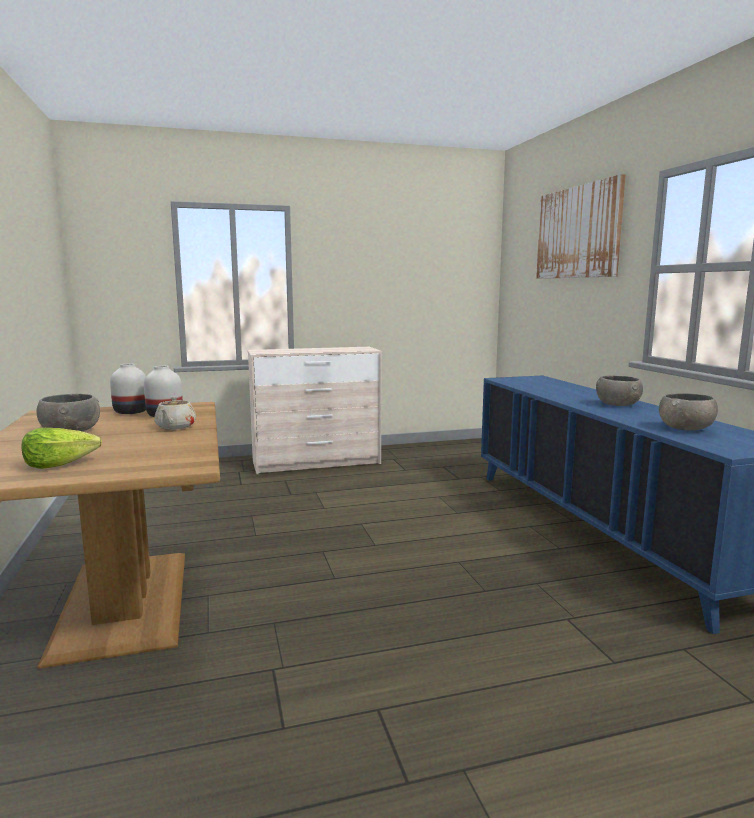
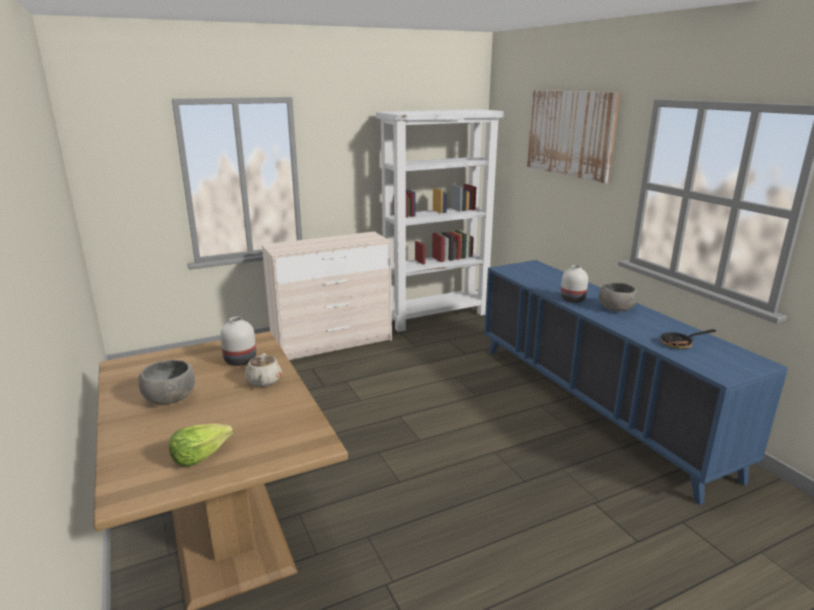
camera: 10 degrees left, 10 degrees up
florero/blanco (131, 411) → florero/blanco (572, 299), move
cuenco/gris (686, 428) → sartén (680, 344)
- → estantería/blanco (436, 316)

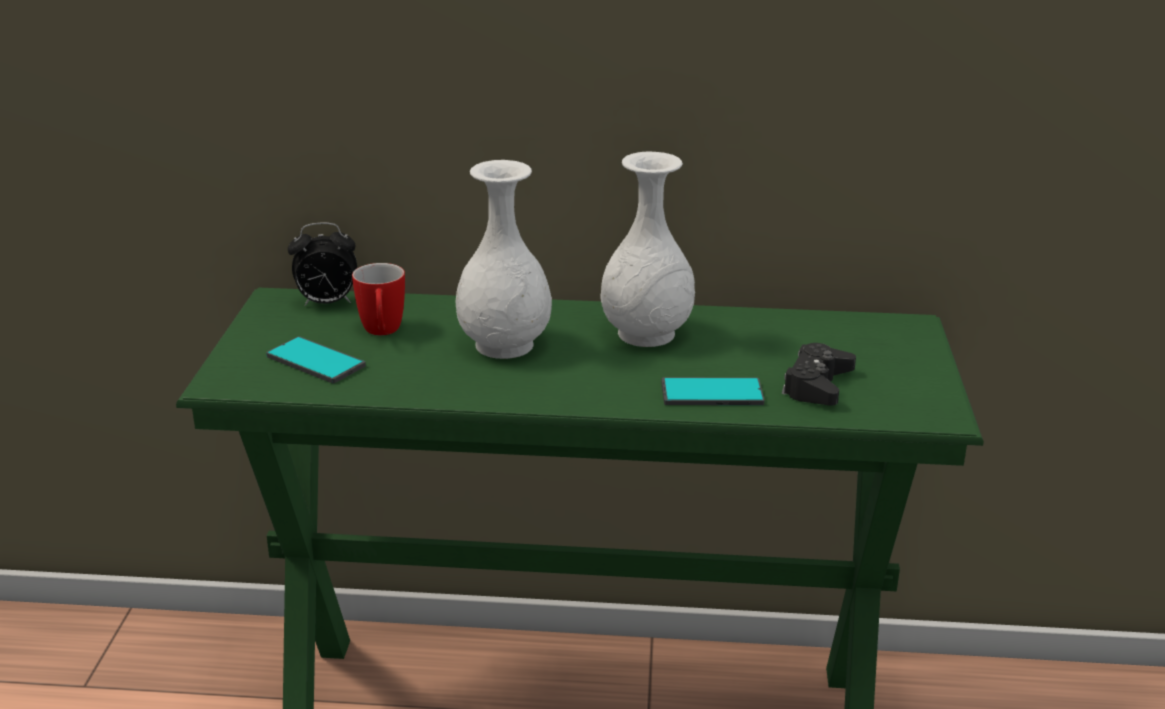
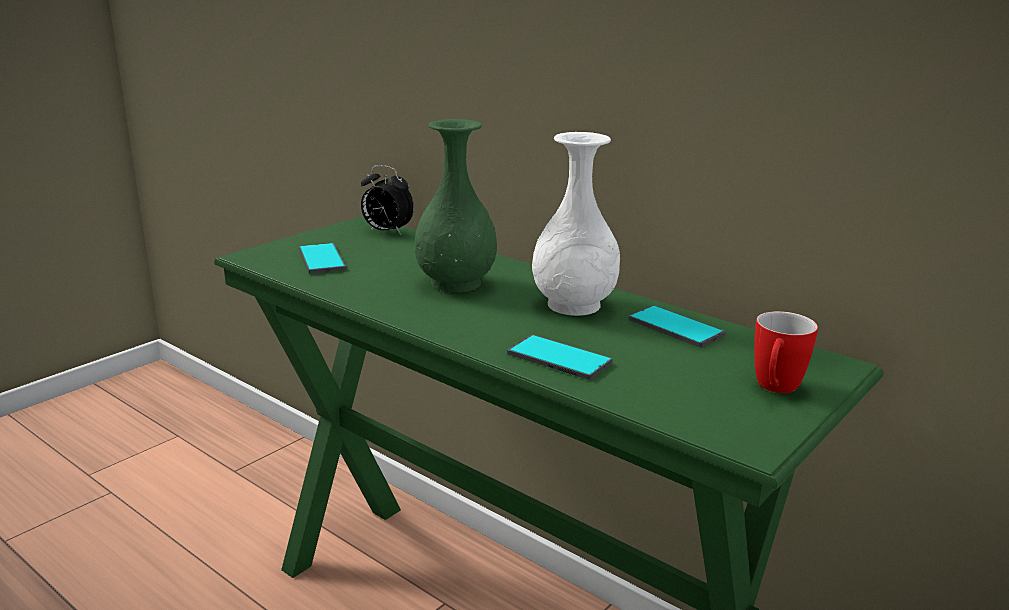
camera: 35 degrees right, 5 degrees down
taza grande (382, 333) → taza grande (774, 389), move
florero/blanco (505, 345) → florero/verde (457, 283)
mando de consola/negro (817, 385) → -
- → móvil (676, 327)

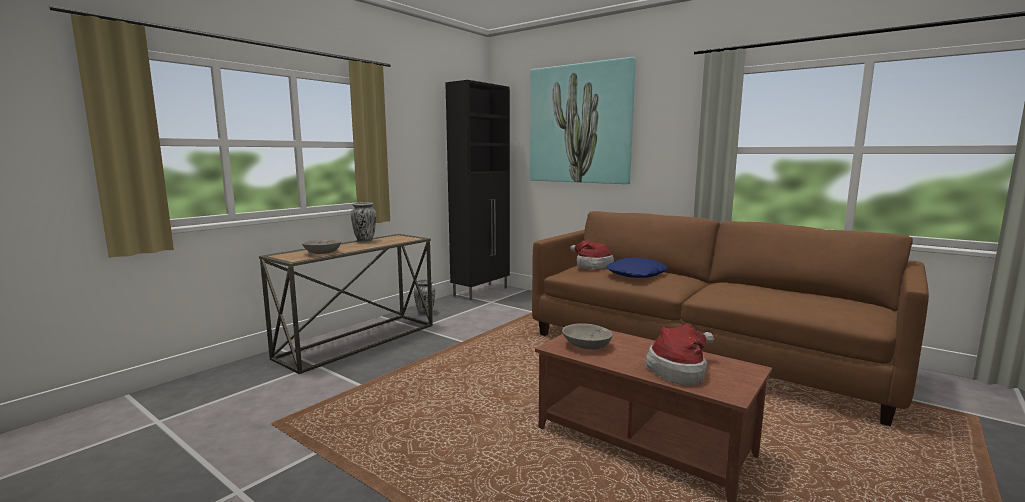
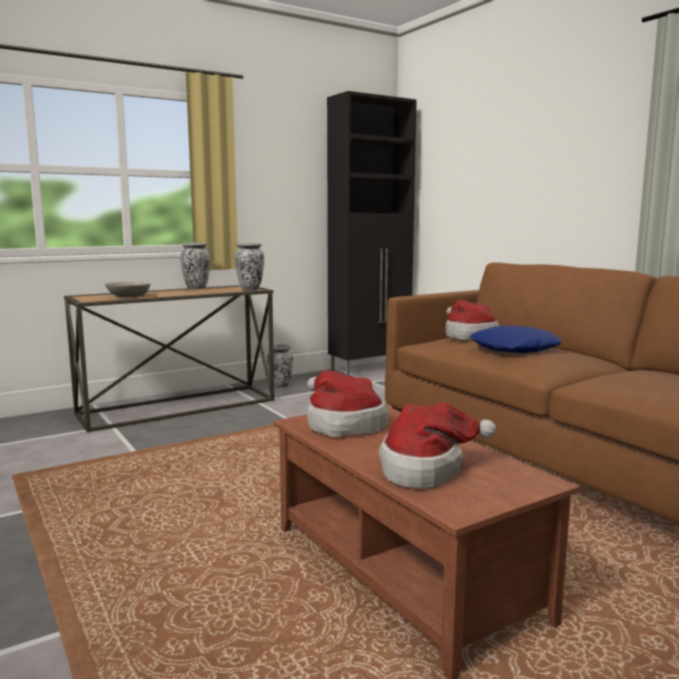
camera: 20 degrees right, 0 degrees up
cuadro (580, 124) → -
cuenco/gris (586, 345) → sombrero (342, 425)
- → florero (250, 289)

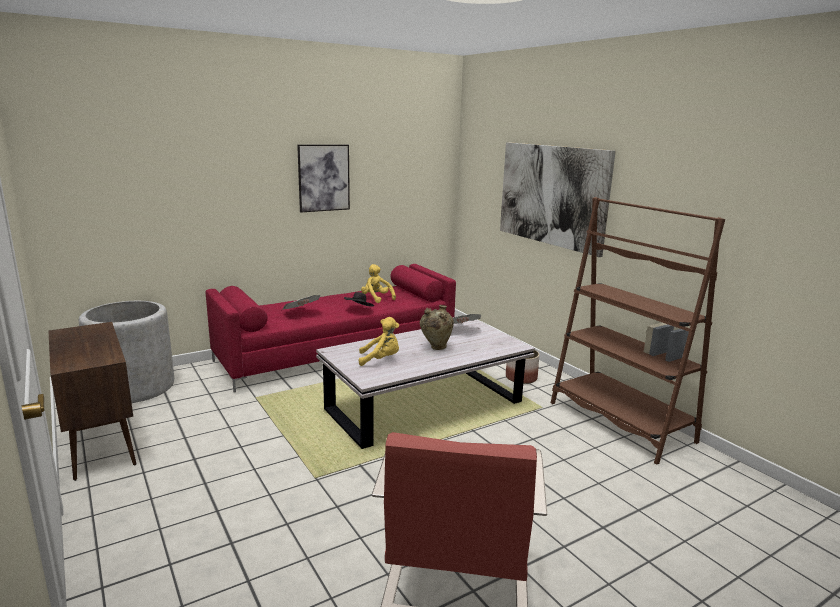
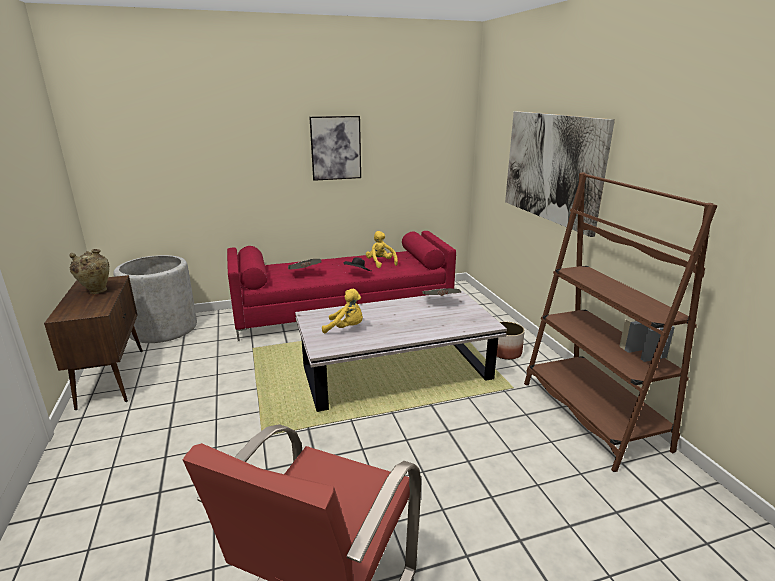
camera: 15 degrees right, 5 degrees up
florero/beis (435, 347) → florero/beis (96, 291), move

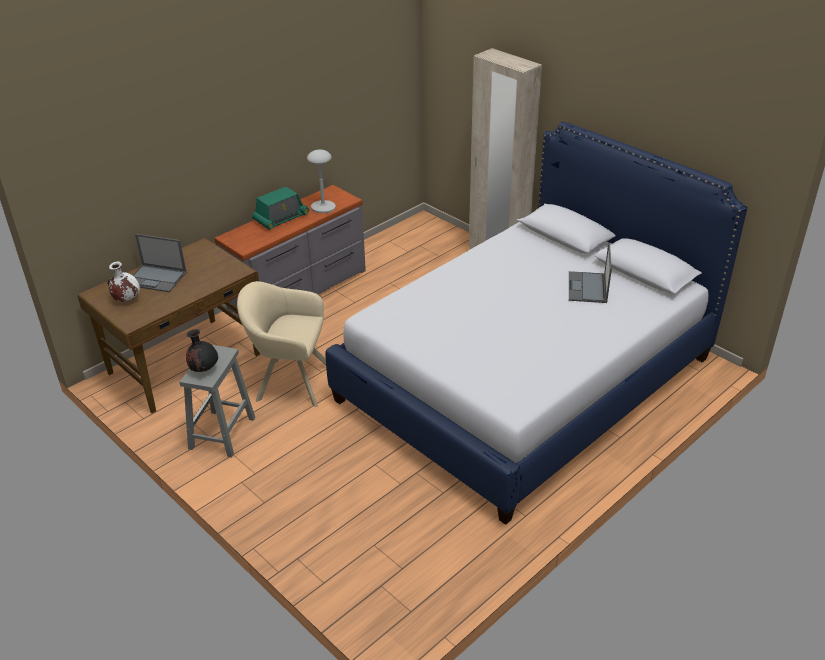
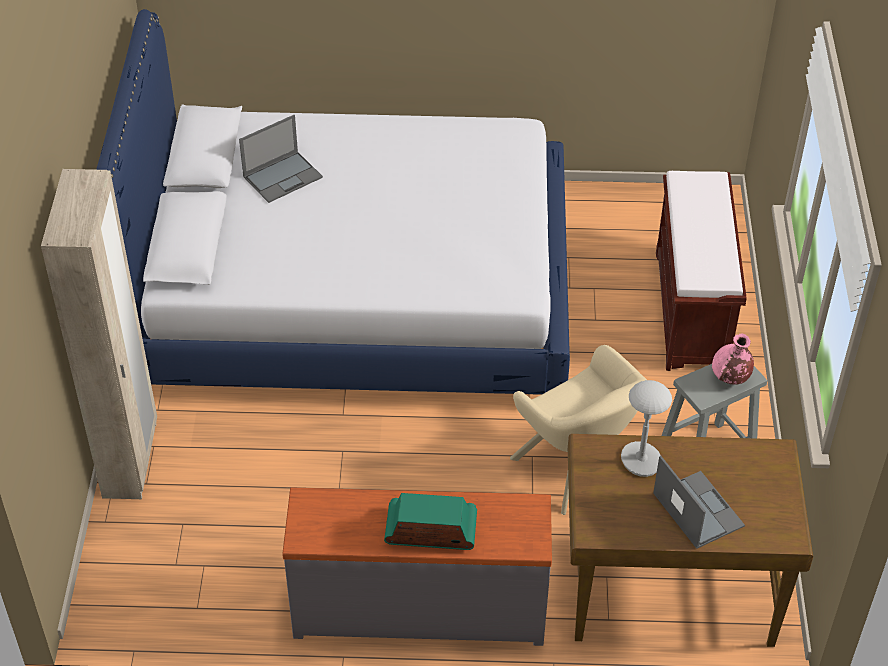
camera: 135 degrees left, 10 degrees up
florero/blanco (126, 299) → -
florero/negro (204, 369) → florero/rosa (730, 378)
lámpara de mesa/gris (323, 207) → lámpara de mesa/gris (640, 460), move
- → banco/marrón (691, 311)

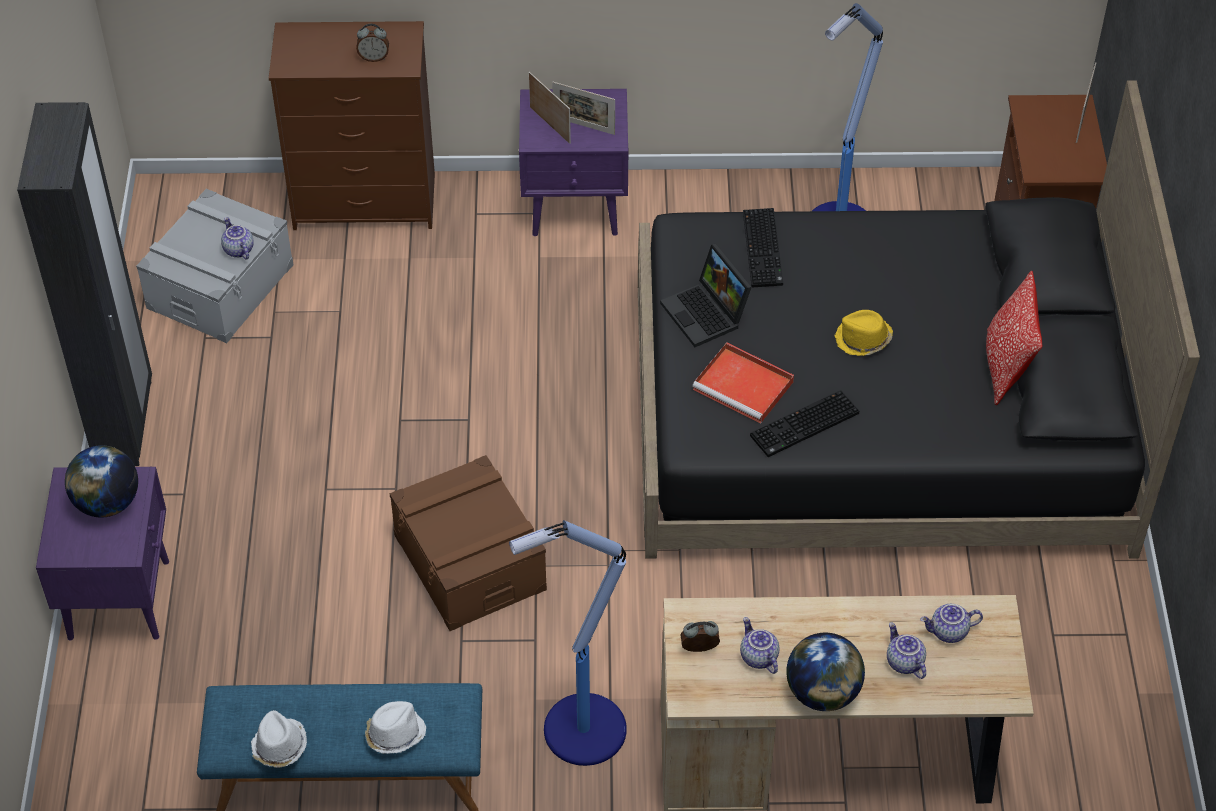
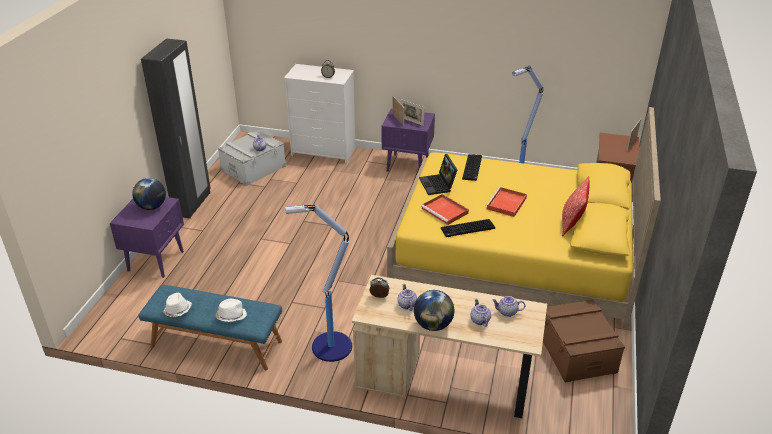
camera: 15 degrees right, 15 degrees down
cómoda/marrón (366, 201) → cómoda/blanco (324, 151)
caja de almacenaje/marrón (470, 562) → caja de almacenaje/marrón (576, 352), move
cama/negro (877, 420) → cama/amarillo (513, 255)
sombrero/amarillo (863, 340) → bandeja/rojo (506, 204)

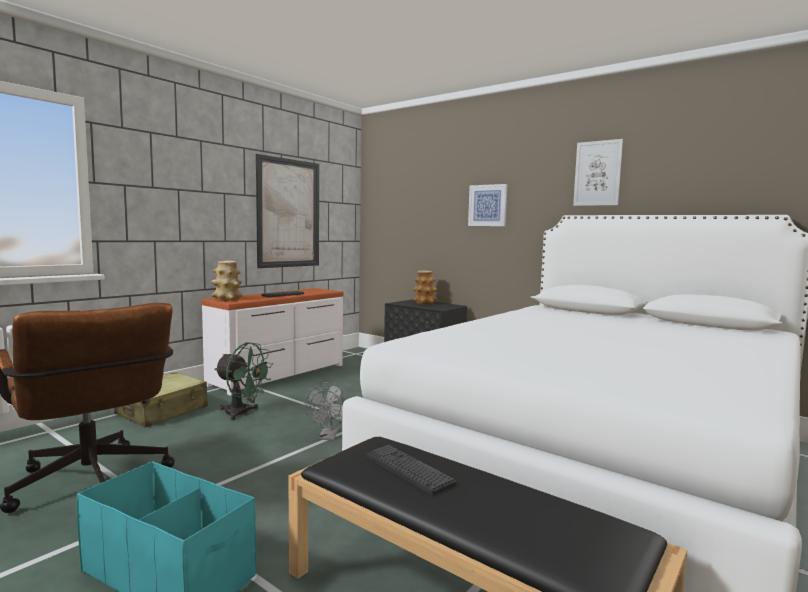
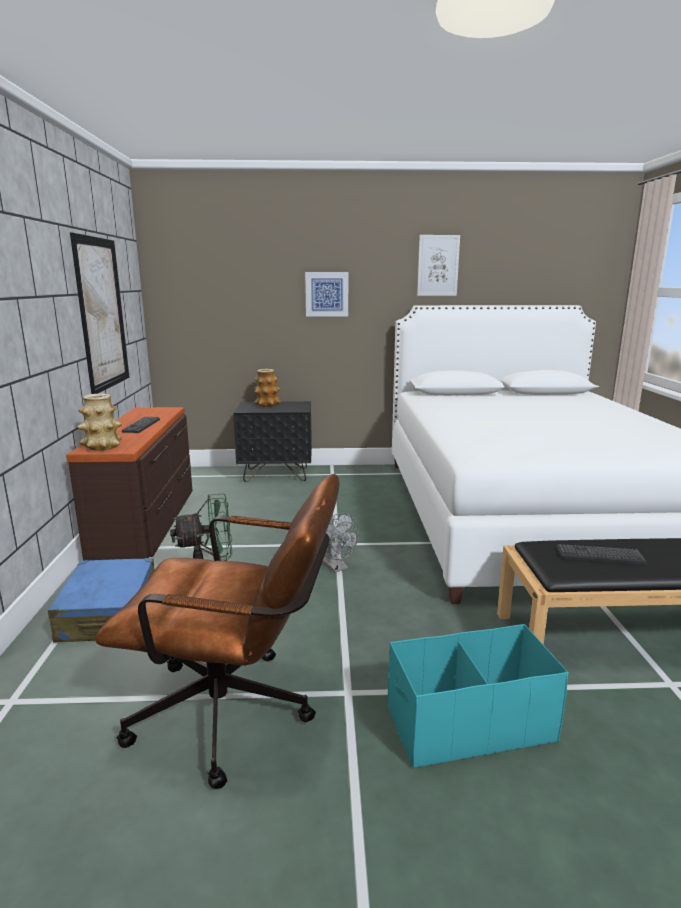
camera: 40 degrees left, 10 degrees up
maleta/beis (162, 411) → maleta/azul (109, 614)
cómoda/blanco (280, 375) → cómoda/marrón (147, 524)

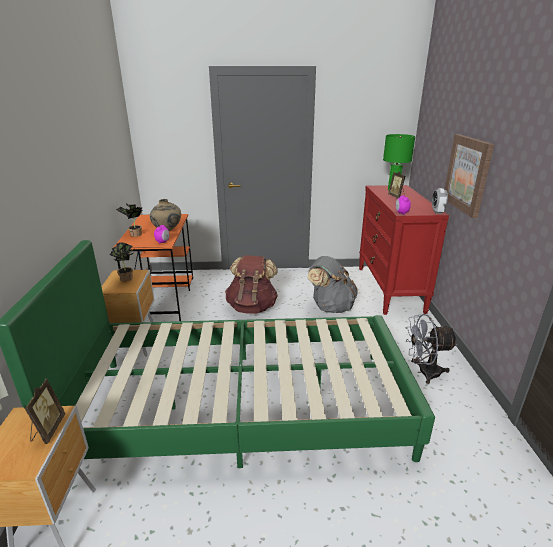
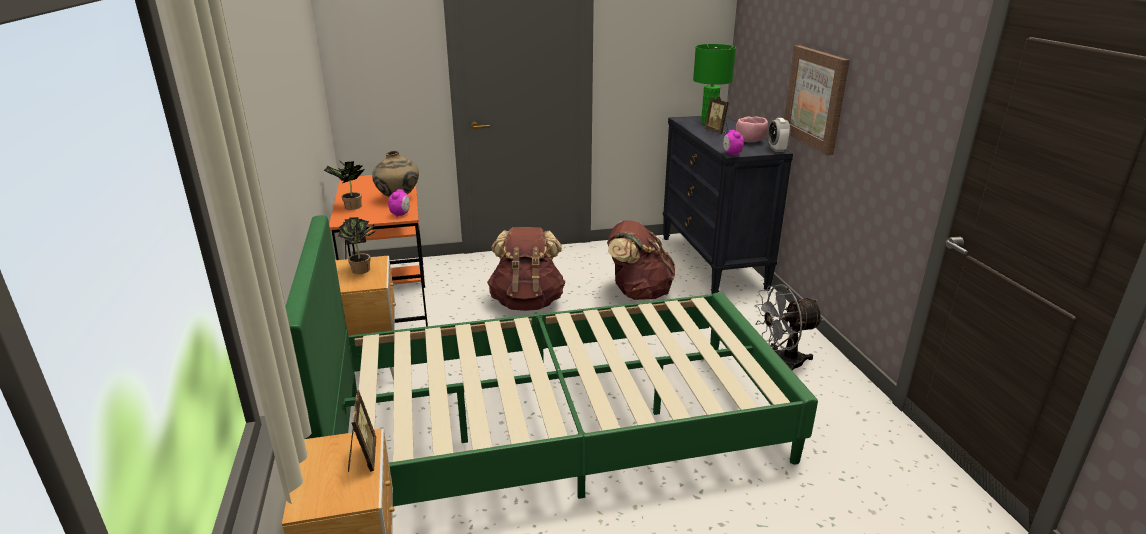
camera: 10 degrees left, 0 degrees up
mochila/gris (330, 307) → mochila/marrón (638, 293)
cómoda/rojo (390, 289) → cómoda/negro (713, 262)
- → cuenco/rosa (751, 141)

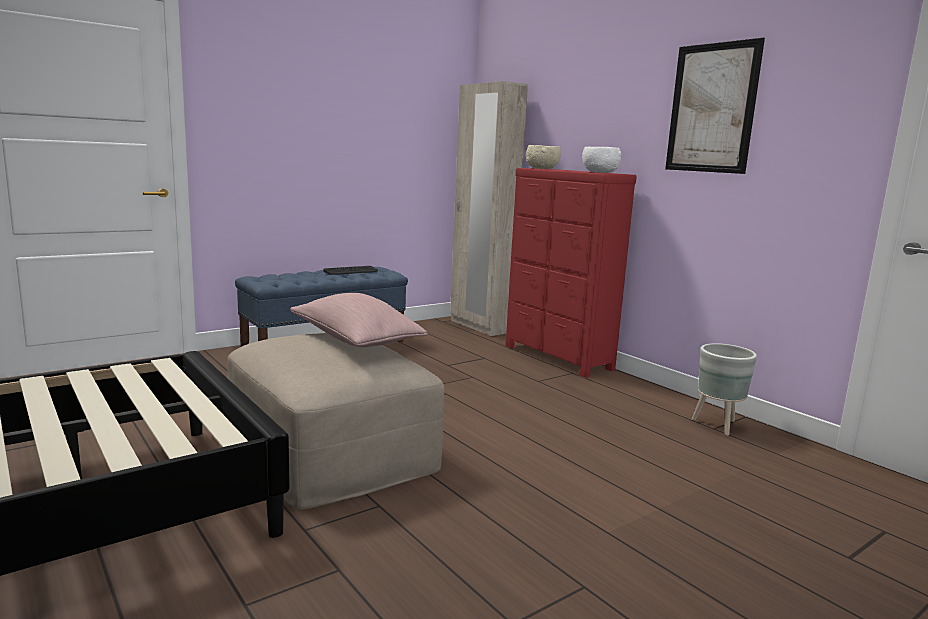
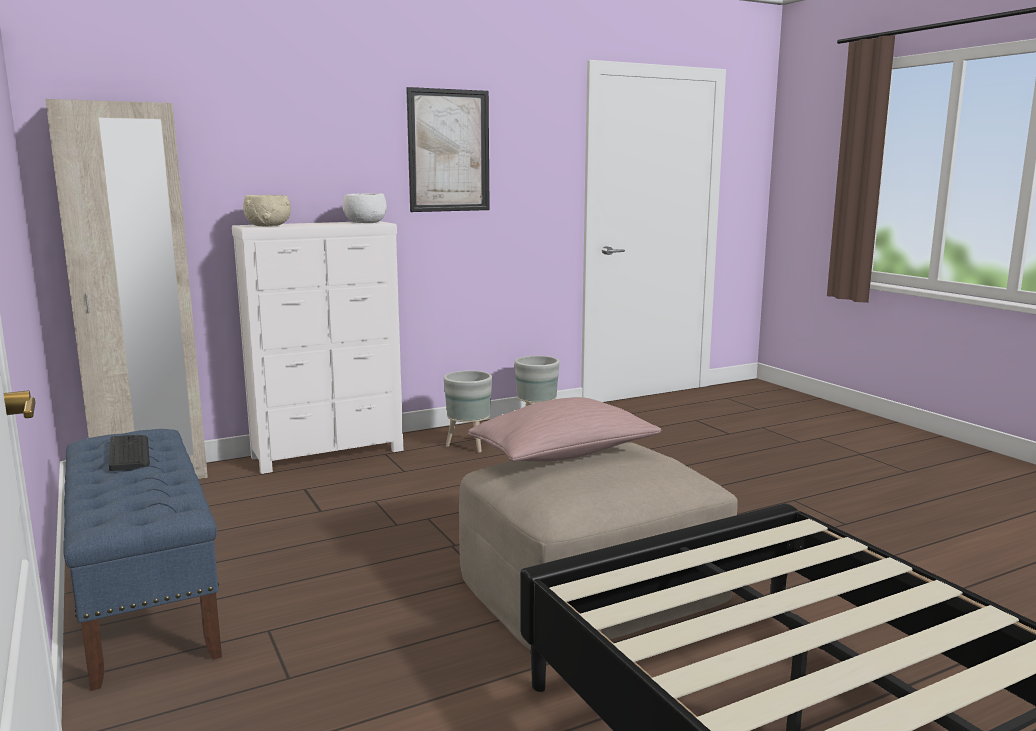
camera: 80 degrees left, 0 degrees up
cómoda/rojo (557, 358) → cómoda/blanco (329, 454)
- → maceta/gris (468, 446)

